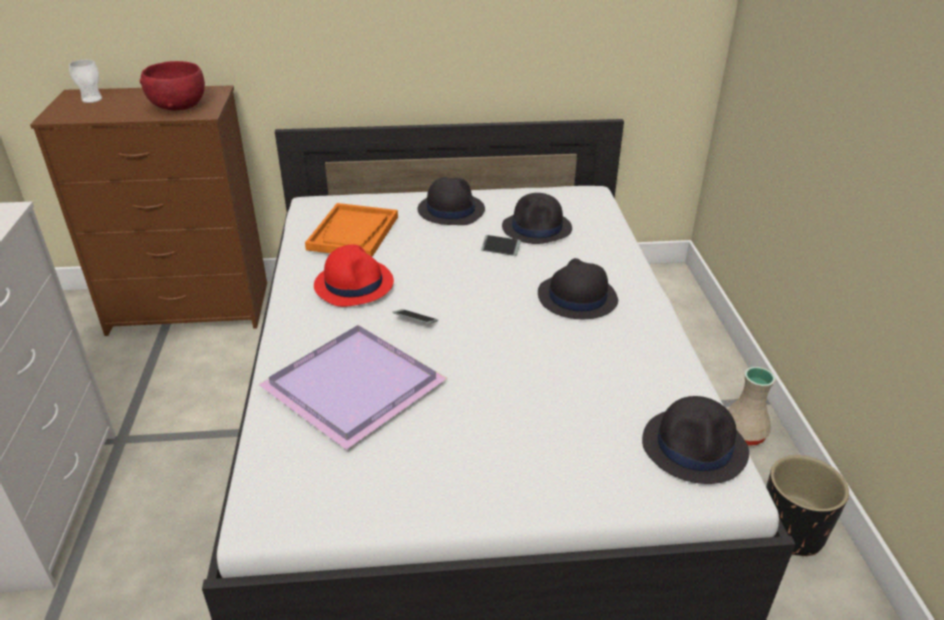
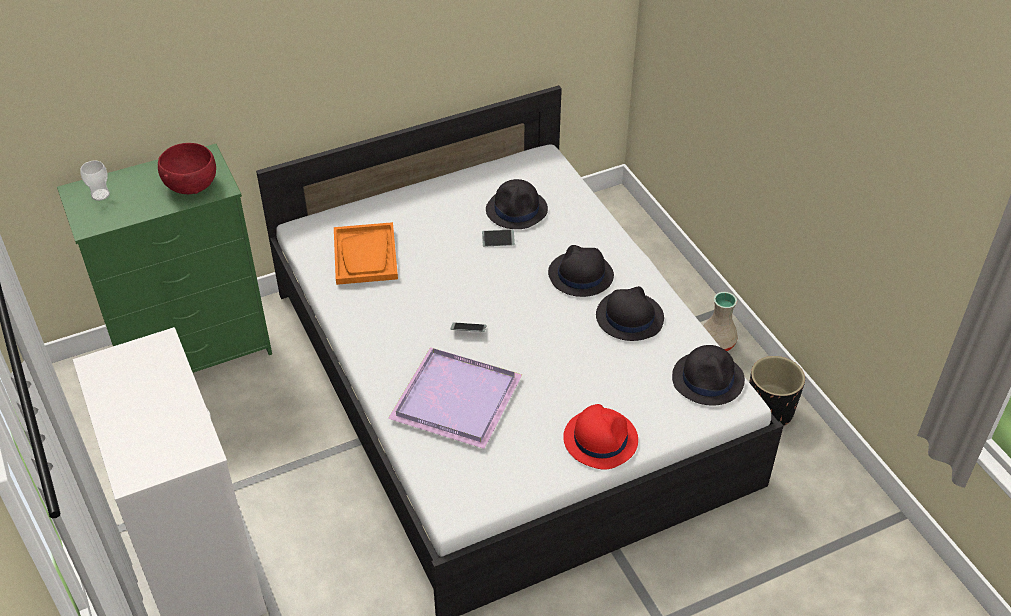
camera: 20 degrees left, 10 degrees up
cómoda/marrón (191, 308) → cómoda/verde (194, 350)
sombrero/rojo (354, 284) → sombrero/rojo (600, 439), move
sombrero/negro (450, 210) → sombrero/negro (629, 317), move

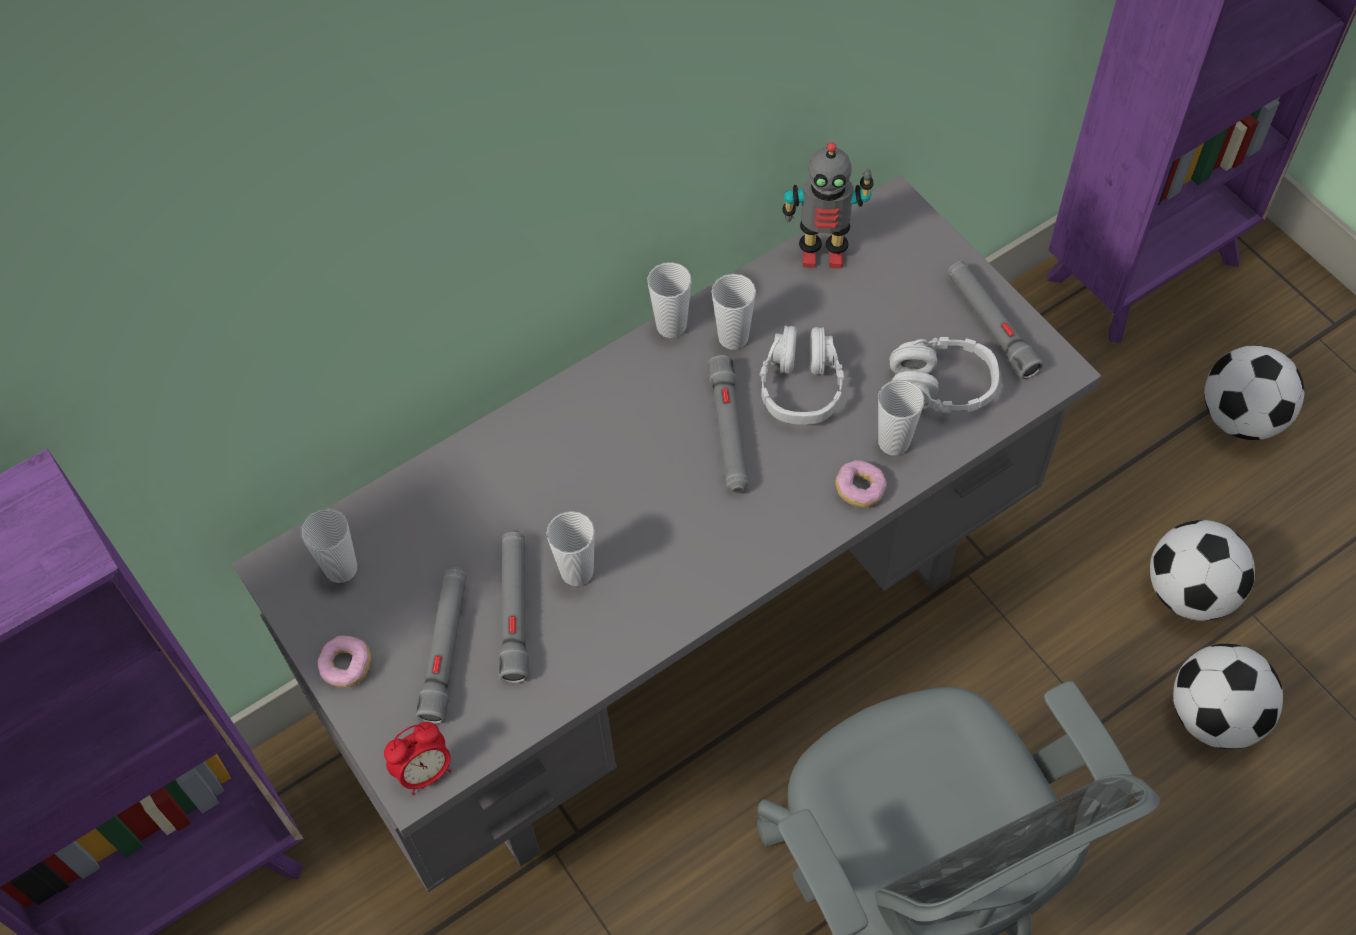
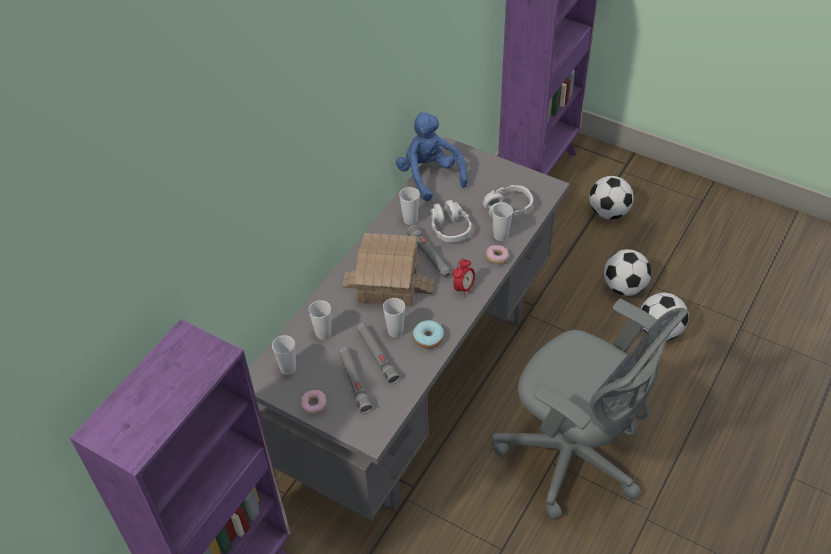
camera: 25 degrees left, 10 degrees down
despertador (425, 772) → despertador (463, 288), move
taza (671, 326) → taza (323, 333), move
robot de juguete (822, 254) → peluche/azul (429, 176)
linterna/gris (990, 324) → -
- → casita (388, 285)
- → rosquilla (428, 338)

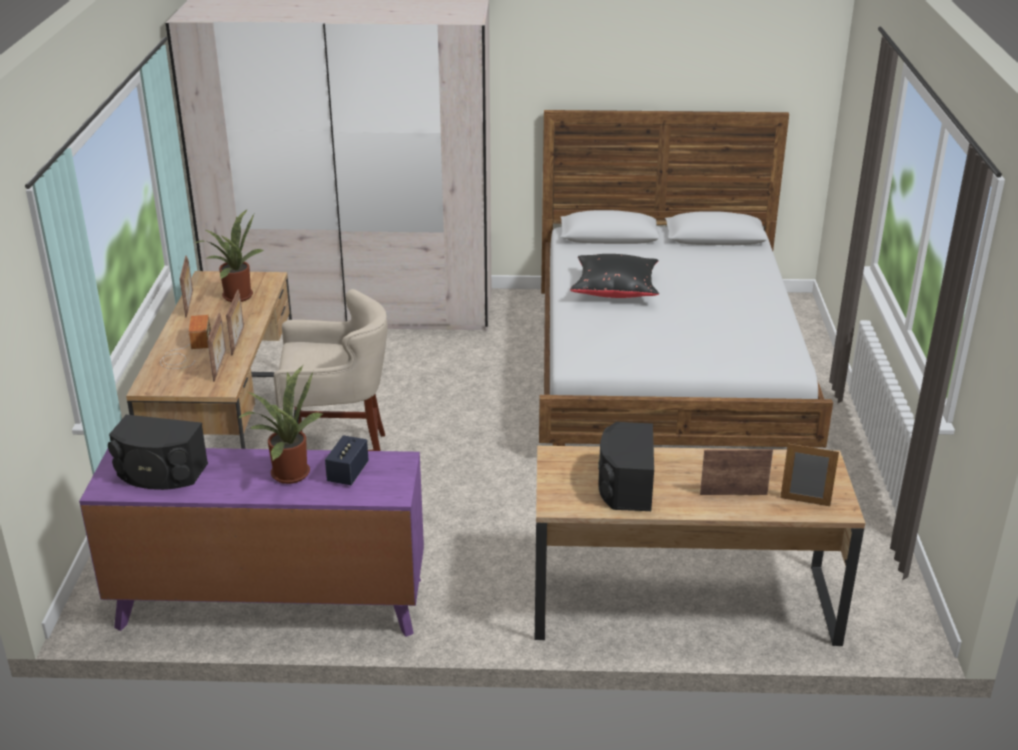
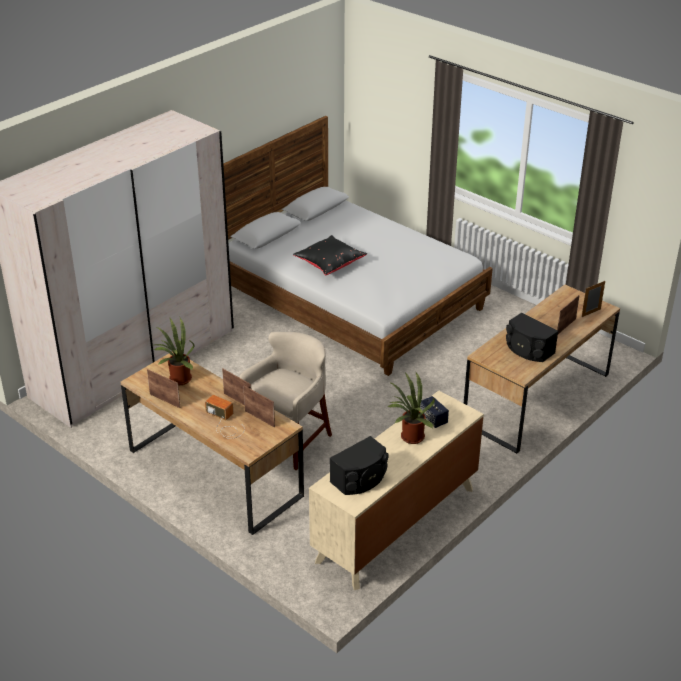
camera: 50 degrees left, 5 degrees up
cómoda/morado (269, 603) → cómoda/beis (396, 525)

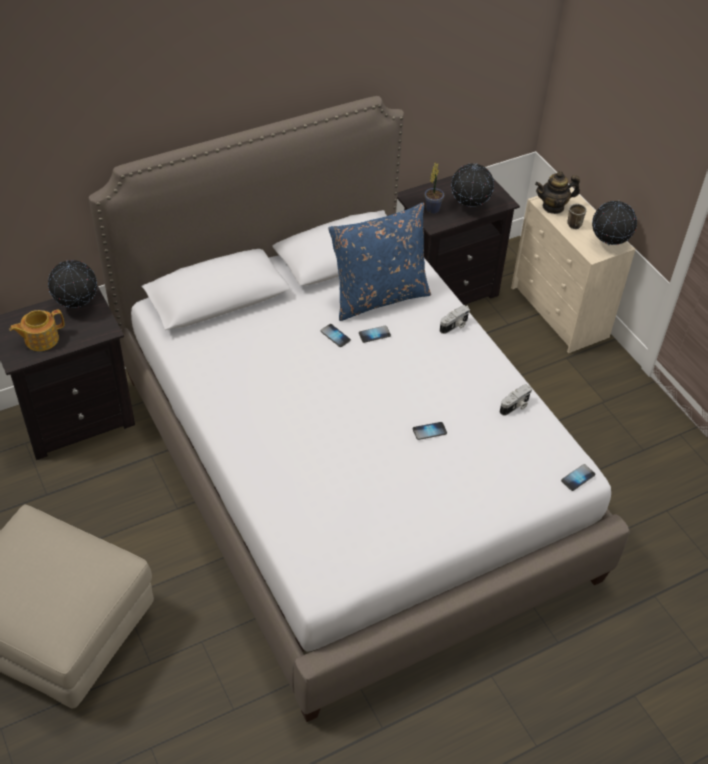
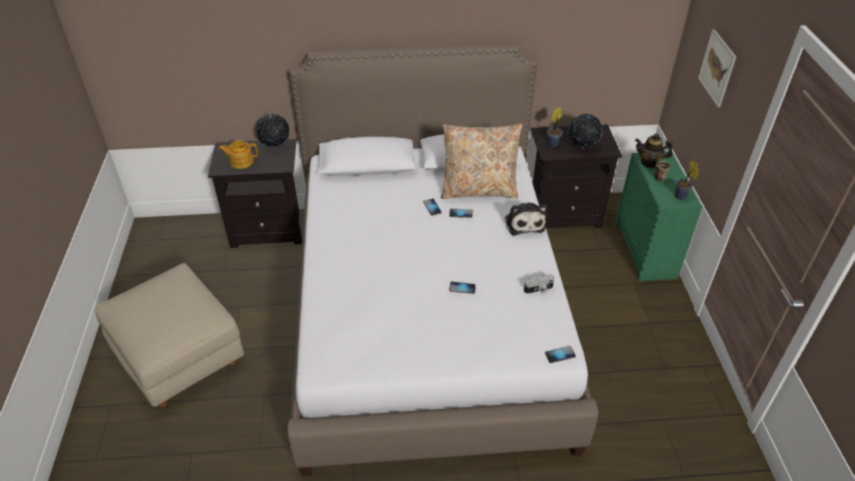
camera: 25 degrees right, 5 degrees down
cojín/azul (379, 296) → cojín/beis (479, 190)
cámara (454, 326) → peluche (524, 223)
cómoda/beis (560, 313) → cómoda/verde (645, 251)
globo terráqueo (608, 244) → planta en maceta (681, 197)
- → cuadro (717, 68)

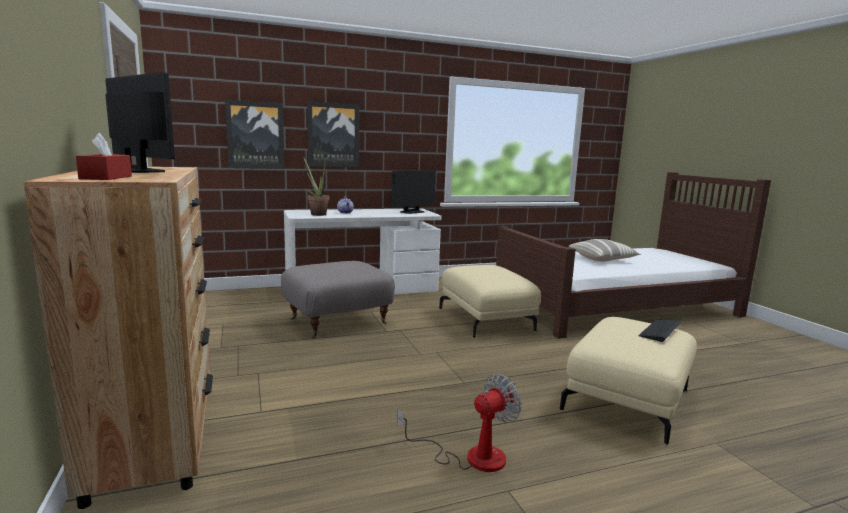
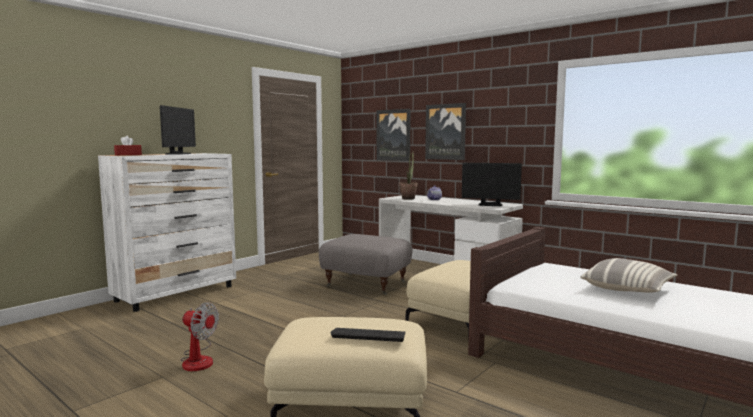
camera: 60 degrees right, 5 degrees down
cómoda/marrón (156, 434) → cómoda/blanco (177, 293)

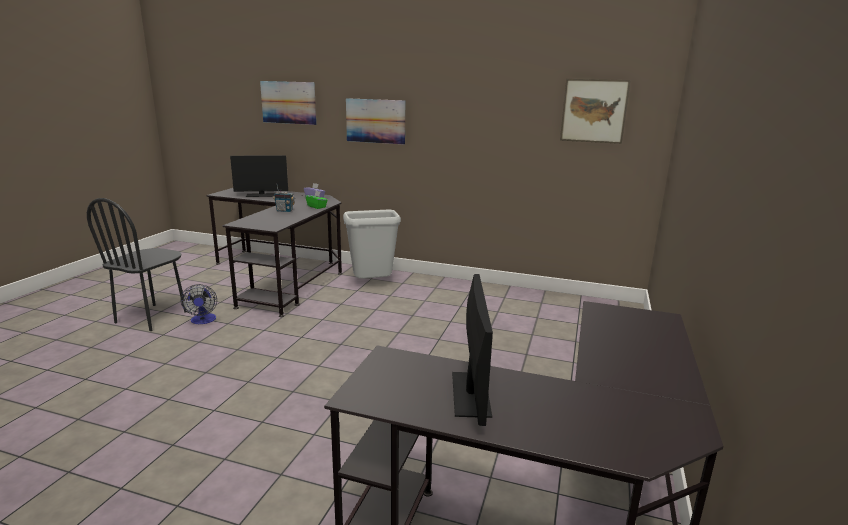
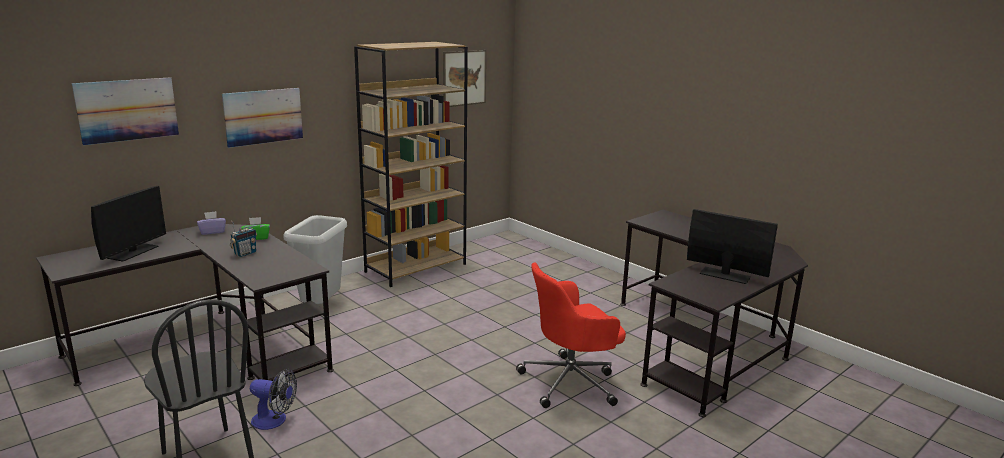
camera: 60 degrees left, 0 degrees up
- → estantería/marrón (416, 268)
- → silla de oficina/rojo (571, 382)

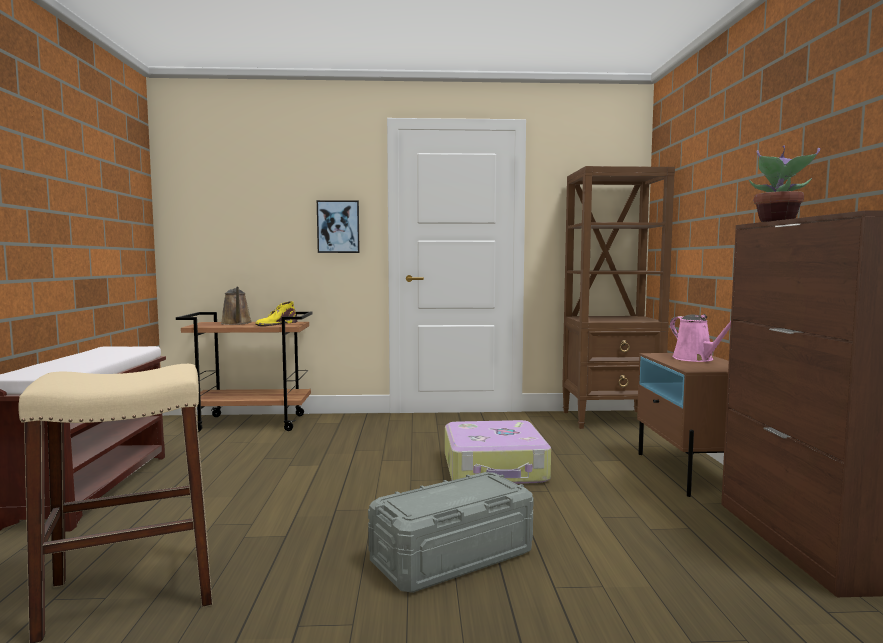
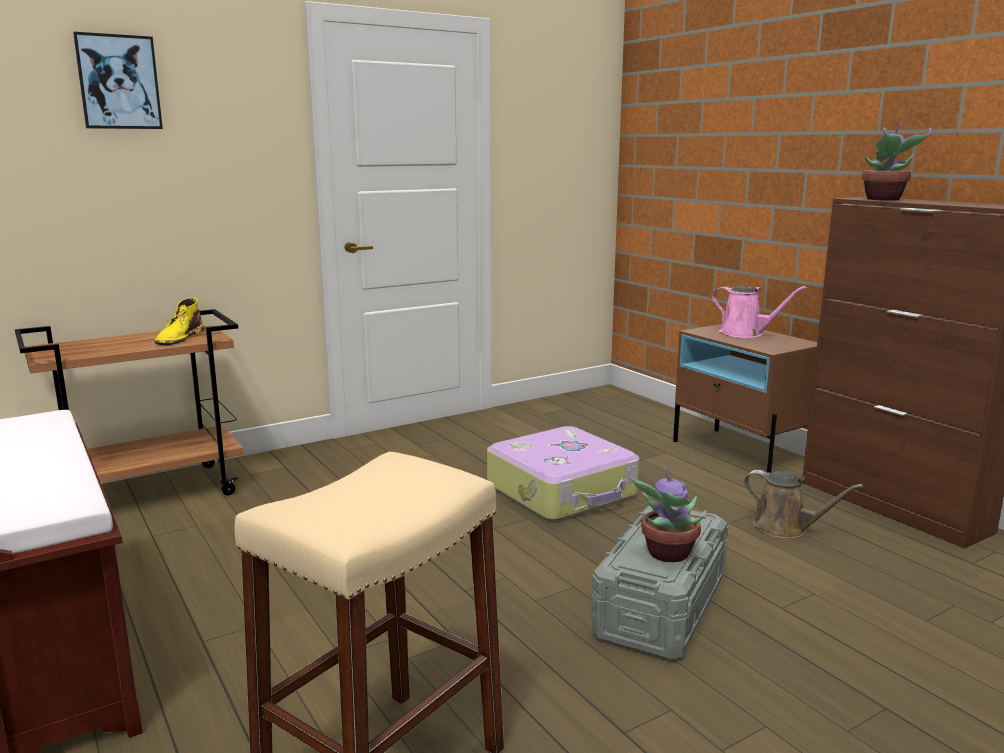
camera: 30 degrees left, 10 degrees up
regadera/marrón (236, 323) → regadera/marrón (785, 528), move
cuadro (338, 227) → cuadro (118, 82), move
estantería/marrón (611, 419) → -
- → planta en maceta (666, 554)

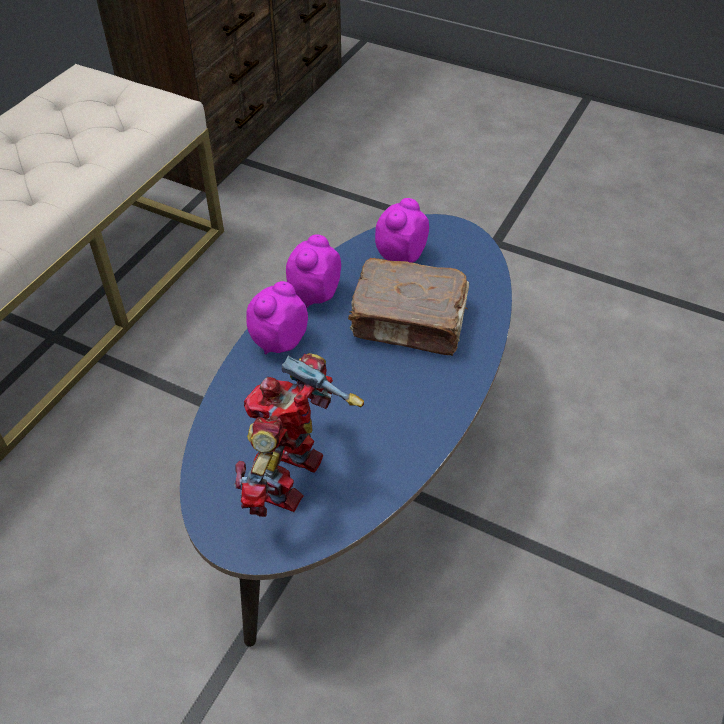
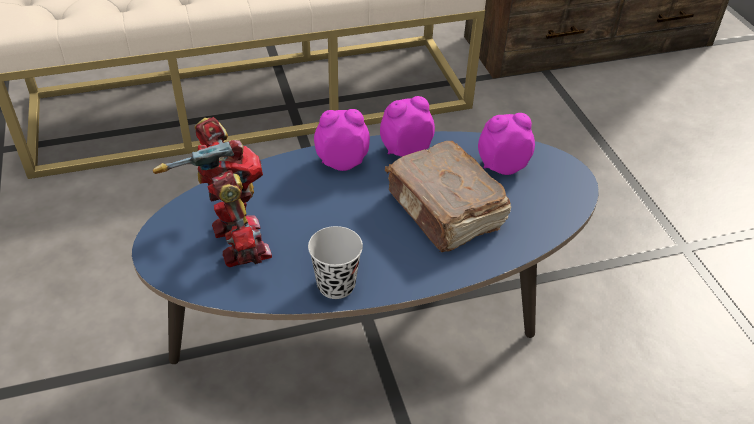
camera: 45 degrees right, 5 degrees down
robot de juguete (293, 478) → robot de juguete (235, 244), 90 degrees clockwise
- → taza/negro (336, 285)

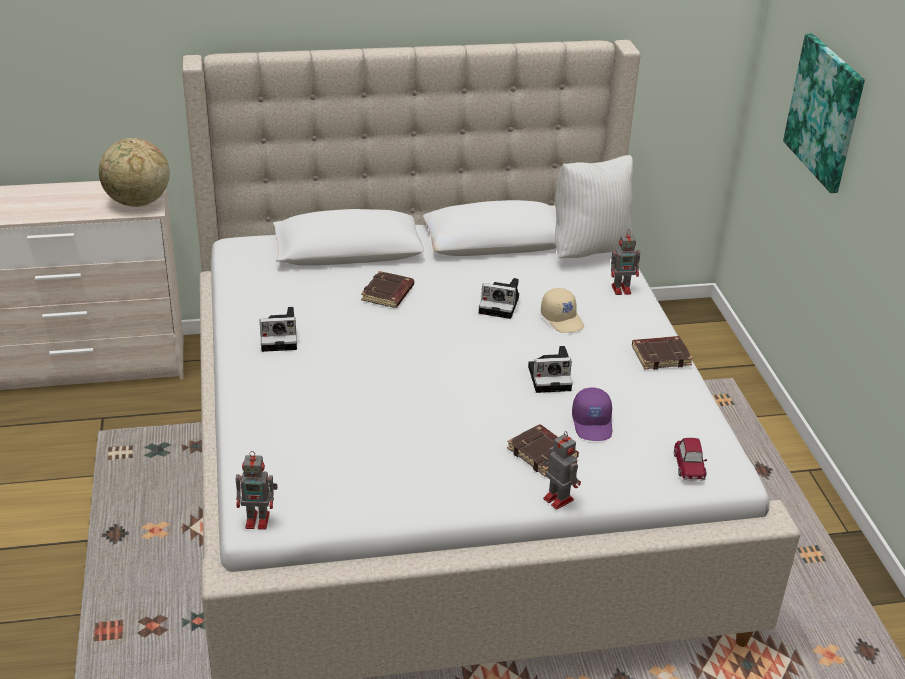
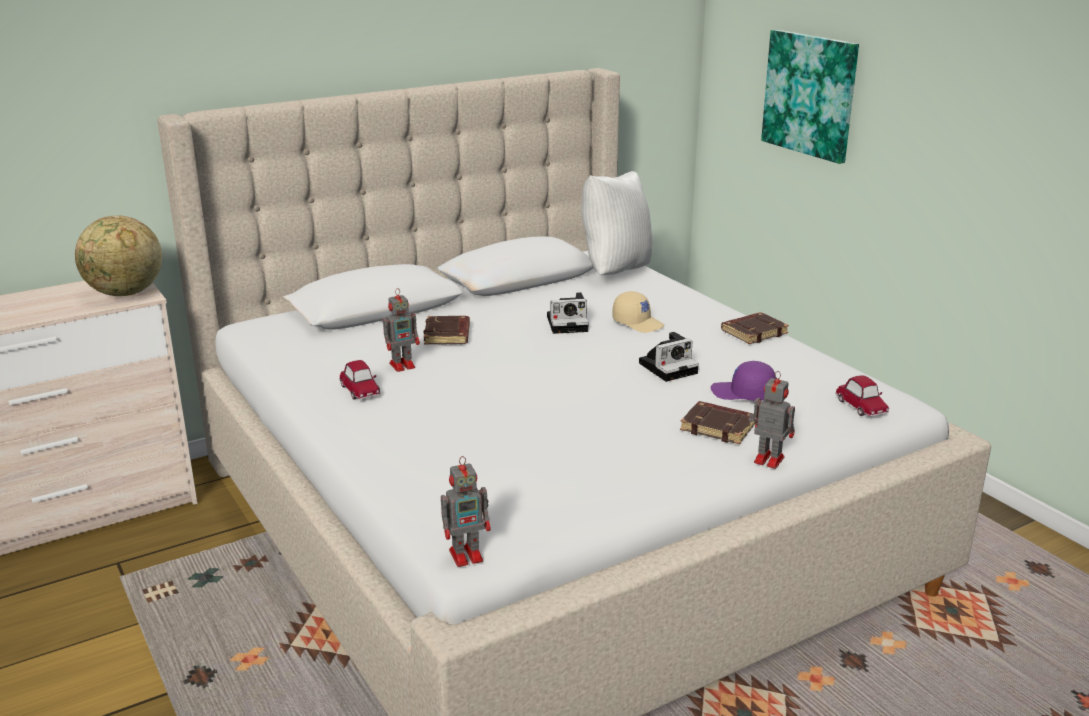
camera: 20 degrees left, 10 degrees down
cámara (280, 337) → coche de juguete (360, 390)
gorra/morado (593, 424) → gorra/morado (742, 394), 135 degrees clockwise
robot de juguete (622, 289) → robot de juguete (403, 365), move

